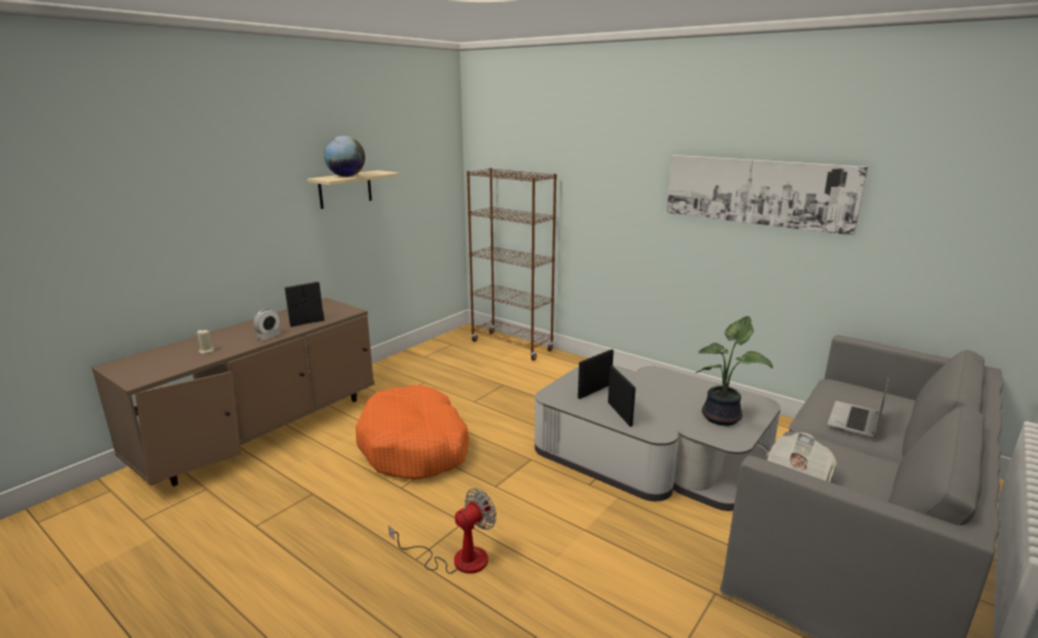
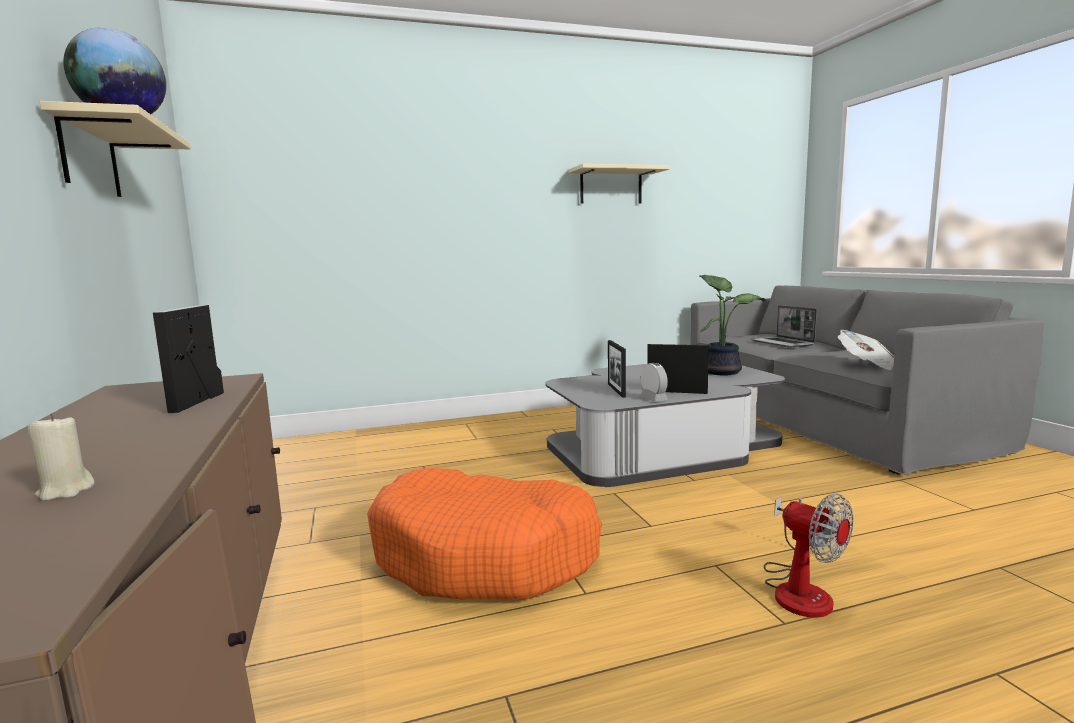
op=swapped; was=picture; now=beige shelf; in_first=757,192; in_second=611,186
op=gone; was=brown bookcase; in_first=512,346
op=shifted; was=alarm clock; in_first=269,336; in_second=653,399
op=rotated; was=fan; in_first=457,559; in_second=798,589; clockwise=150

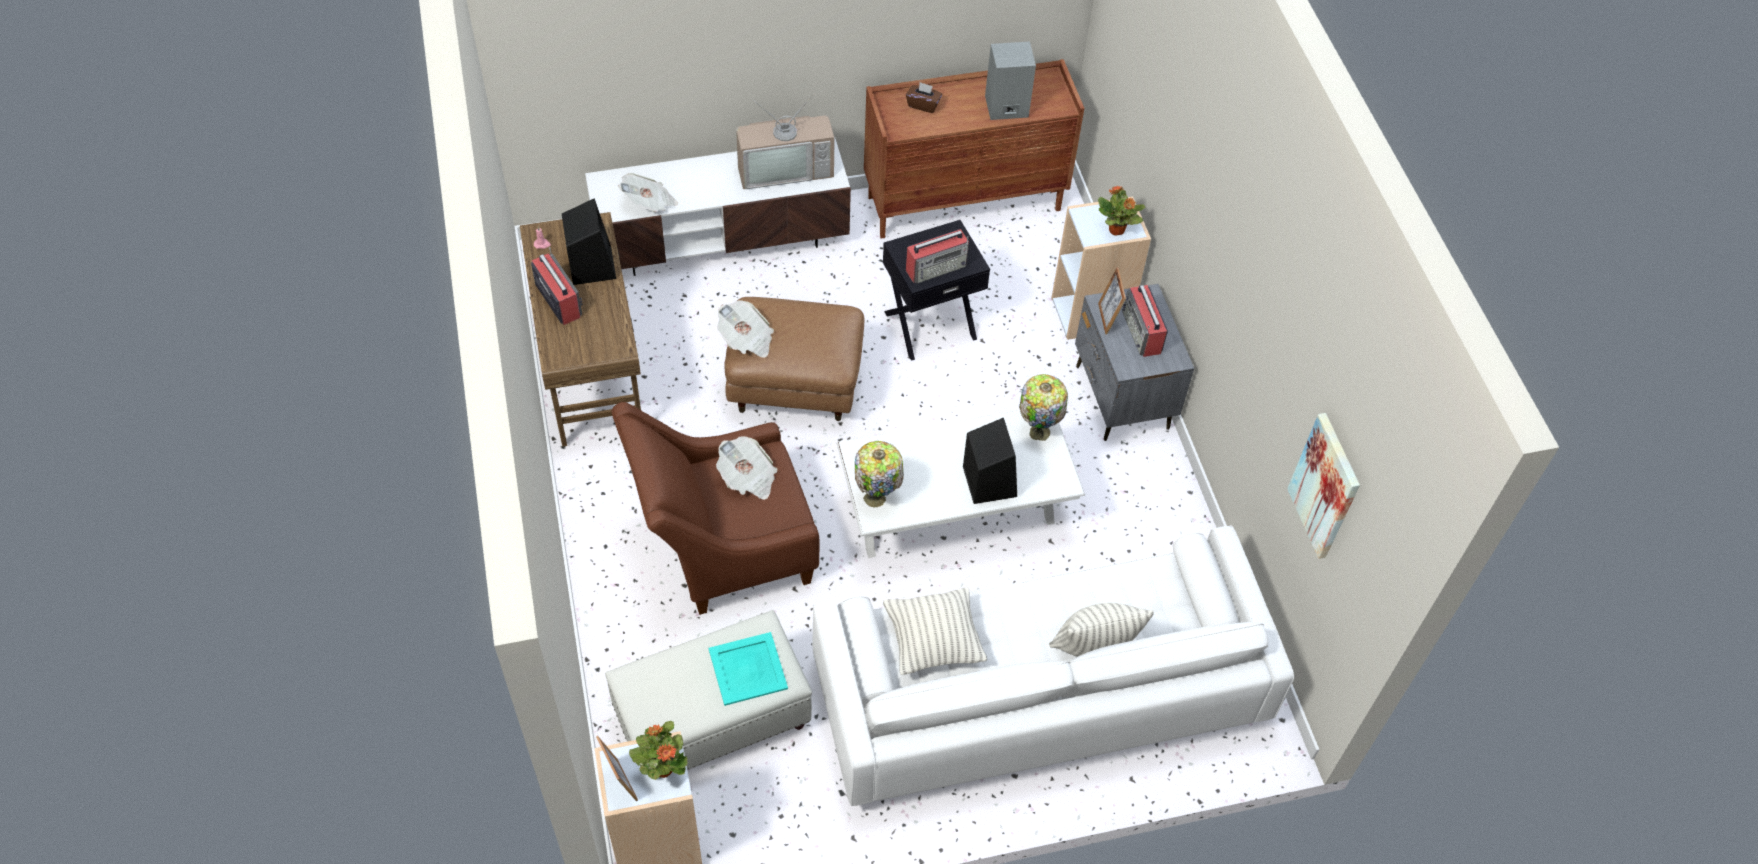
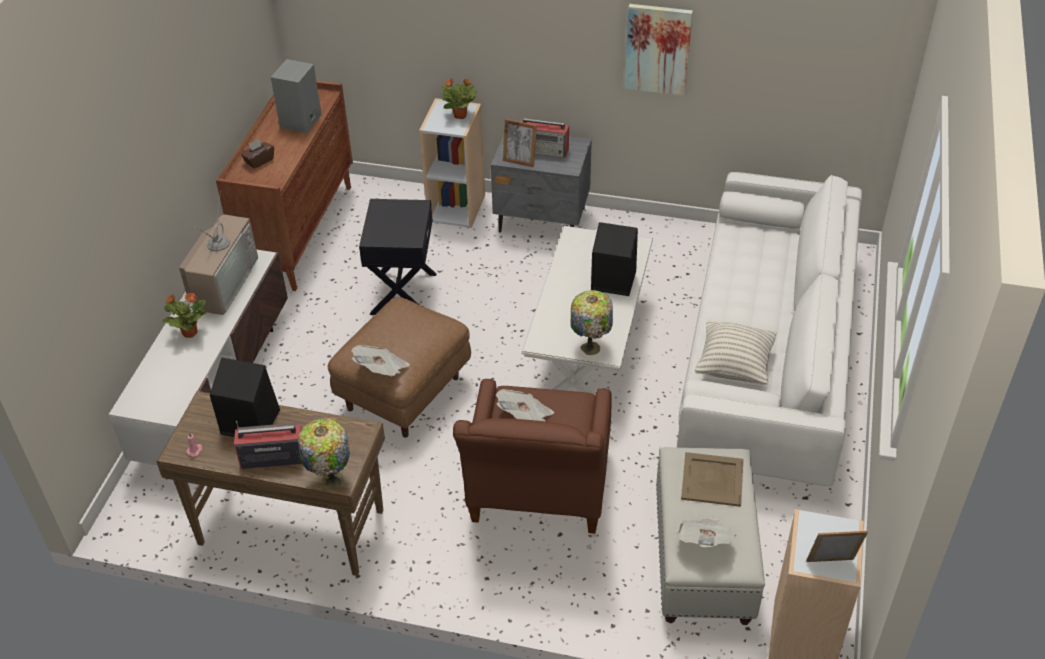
op=shifted; was=newspaper; in_first=649,203; in_second=704,541
op=gone; was=radio; in_first=937,267
op=shifted; was=table lamp; in_first=1038,430; in_second=331,480
op=shifted; was=picture; in_first=1325,486; in_second=658,49
op=gone; was=pillow; in_first=1094,647
op=repainted; was=turquoise tray; now=beige tray; in_first=748,668; in_second=712,479
op=shifted; was=potted plant; in_first=663,768; in_second=189,332

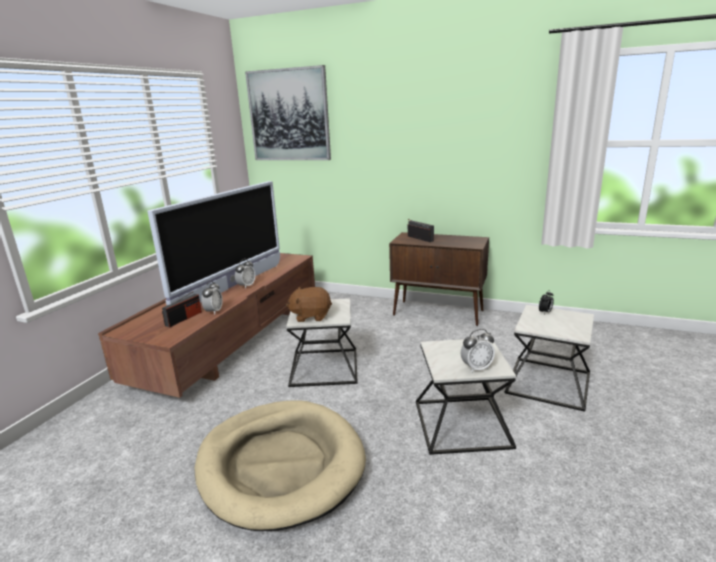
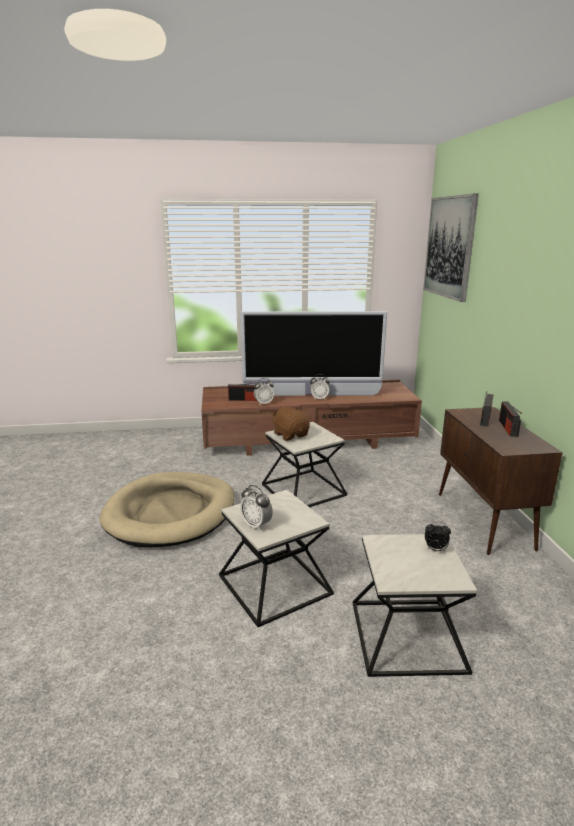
op=new; now=radio; in_second=508,428

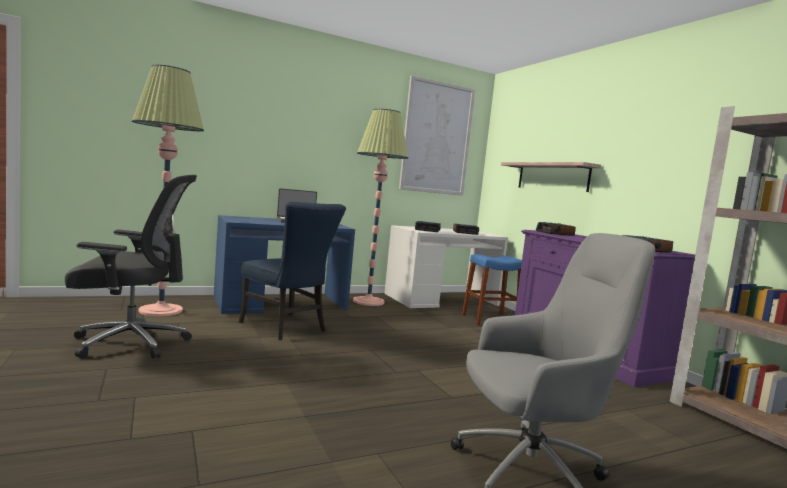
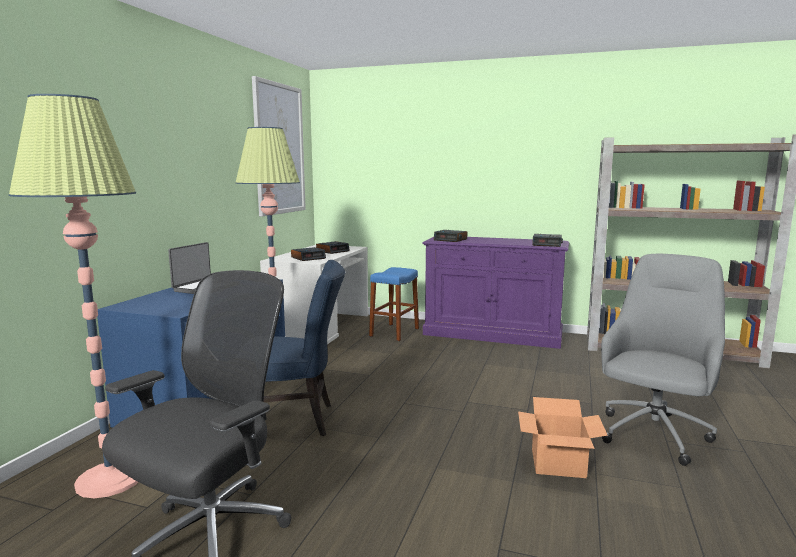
op=gone; was=shelf; in_first=552,177
op=new; now=cardboard box; in_second=559,463

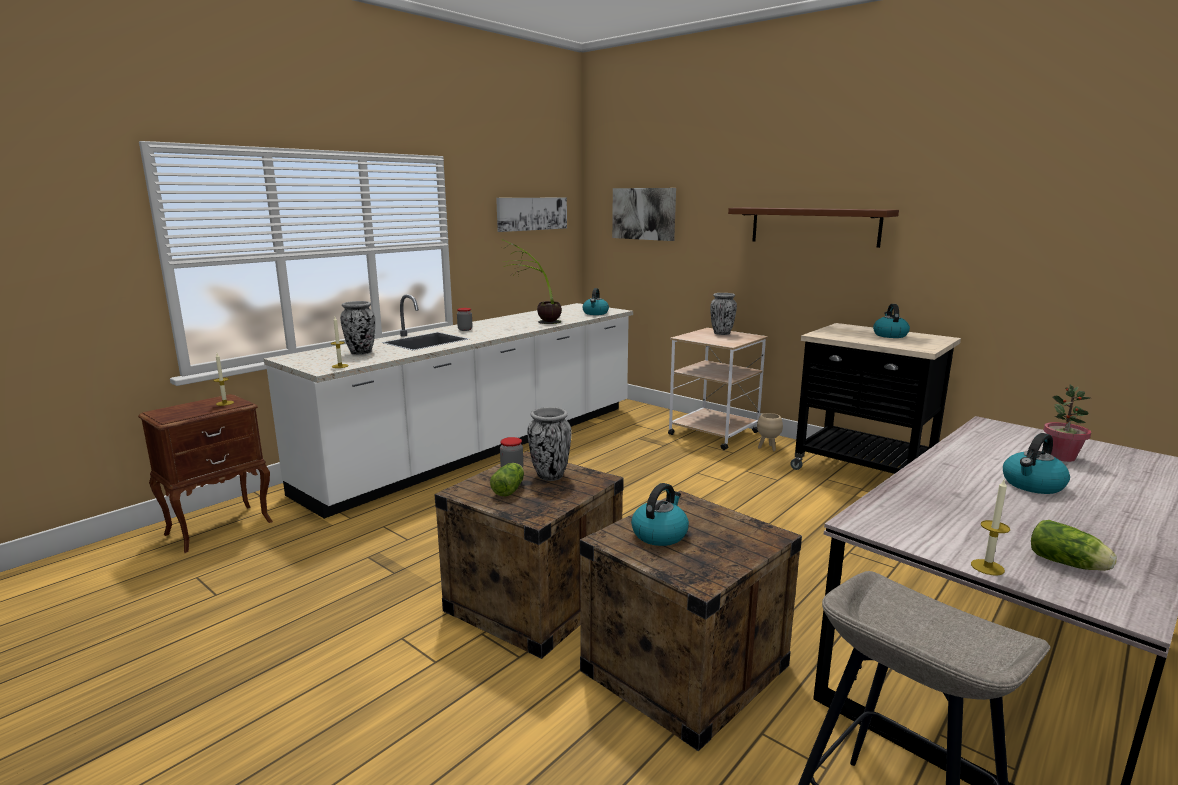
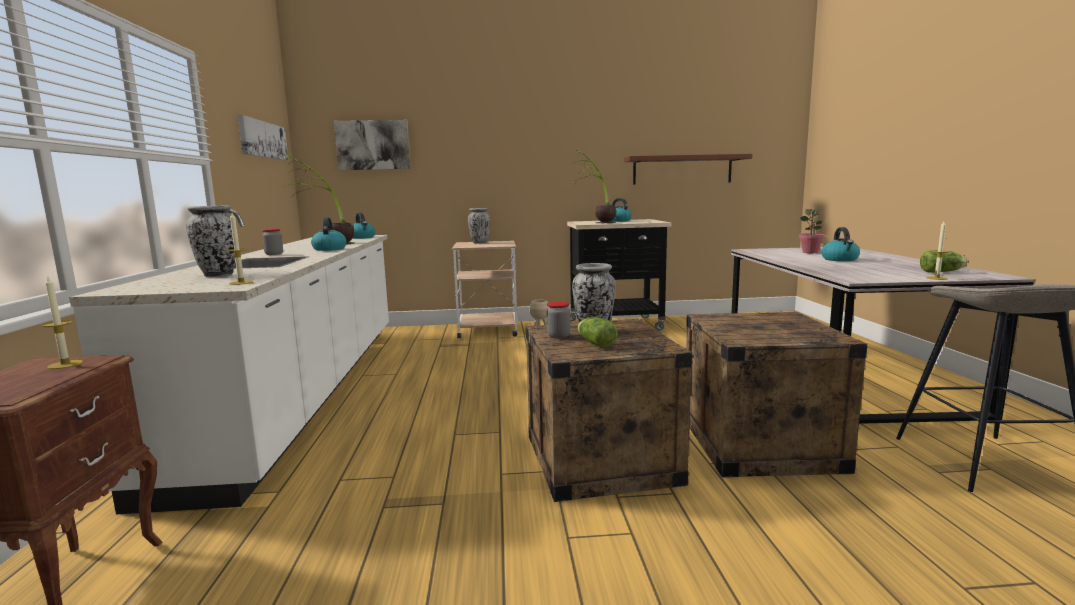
op=shifted; was=brown shelf; in_first=814,226; in_second=682,170
op=shifted; was=kettle; in_first=659,534; in_second=329,249
op=new; now=potted plant; in_second=595,223

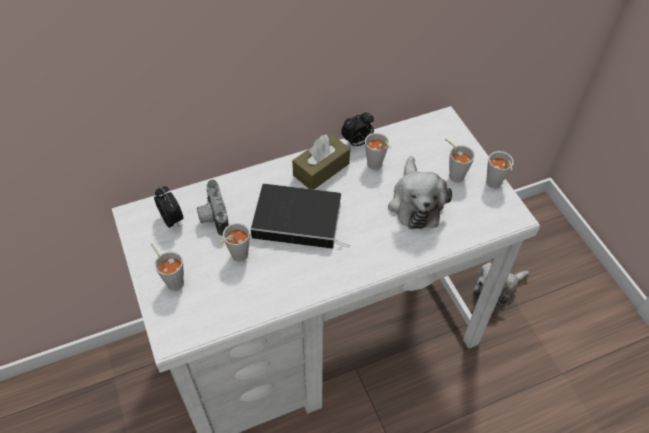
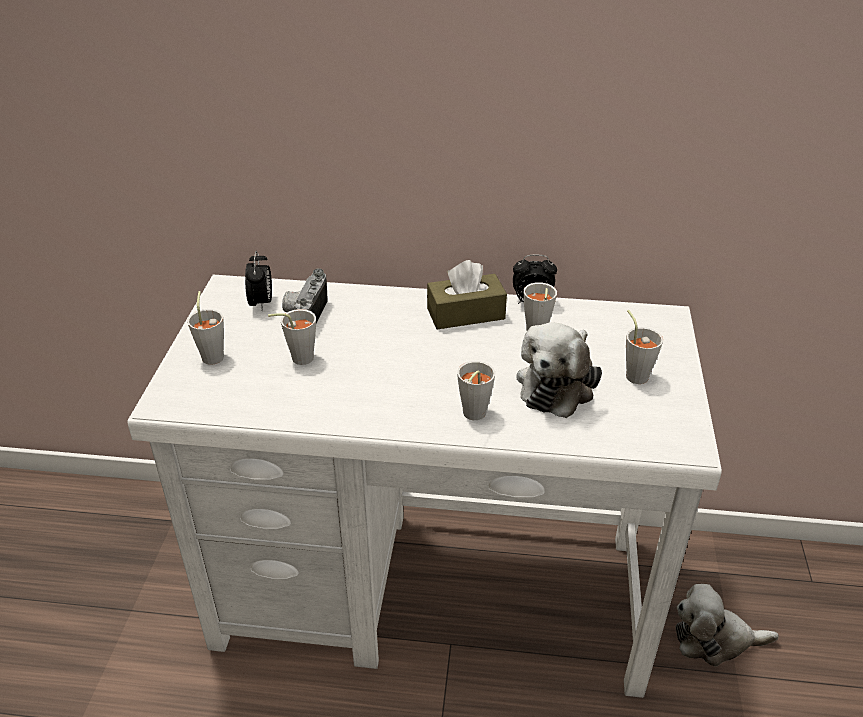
op=shifted; was=grey cup; in_first=494,185; in_second=472,416
op=gone; was=book; in_first=300,219

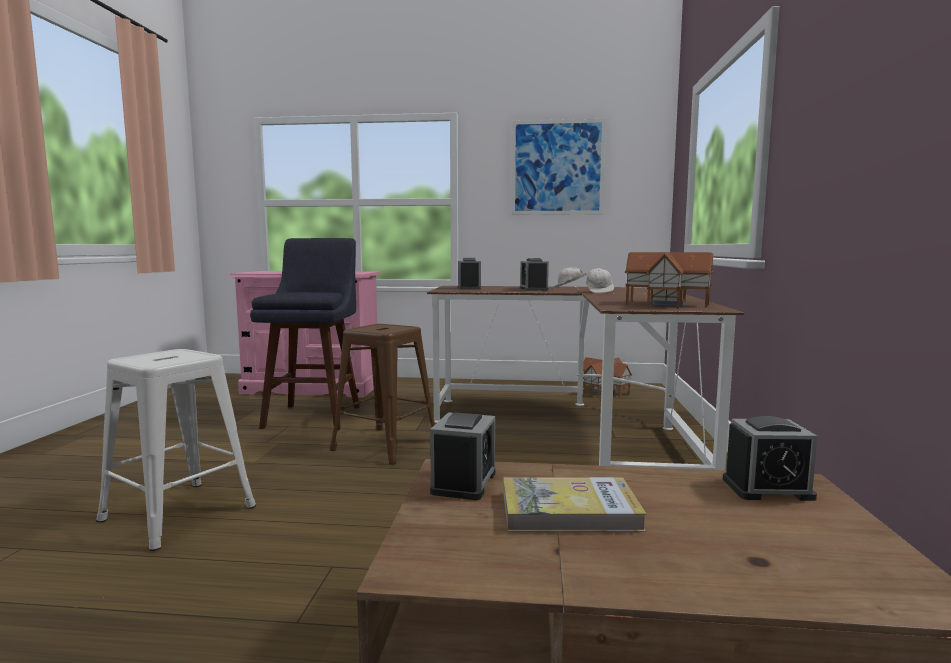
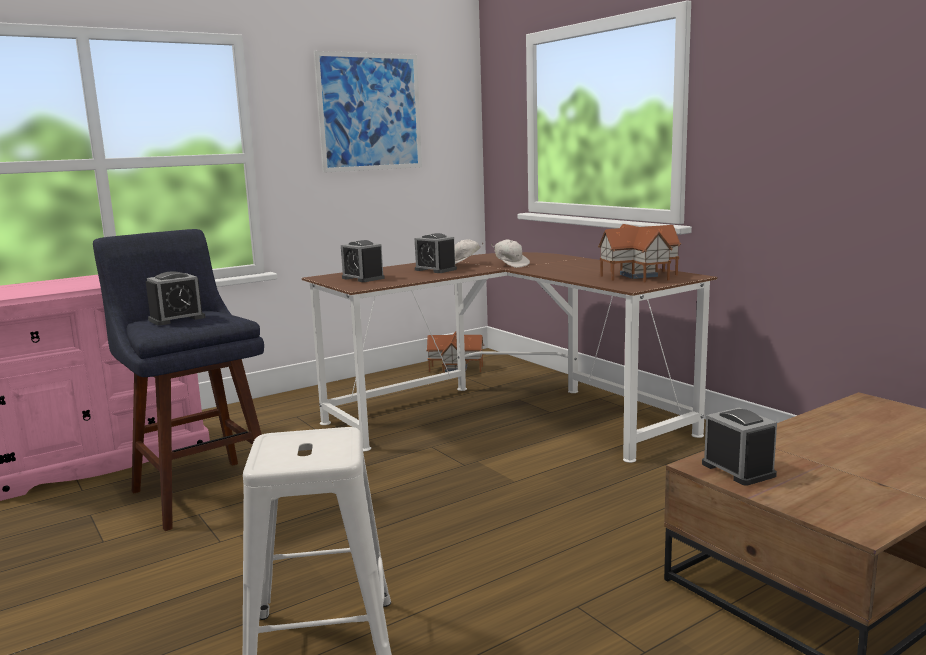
op=gone; was=brown stool; in_first=385,445
op=shifted; was=alarm clock; in_first=767,488; in_second=177,319
op=gone; was=book; in_first=569,510

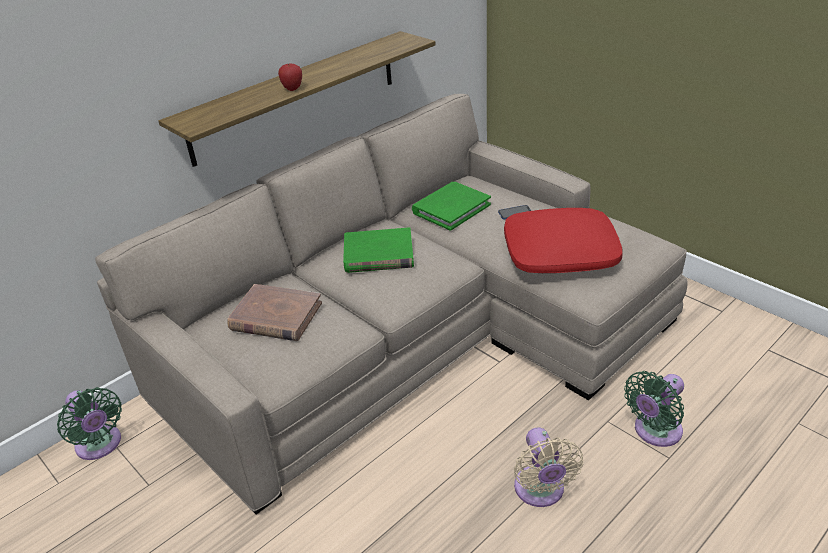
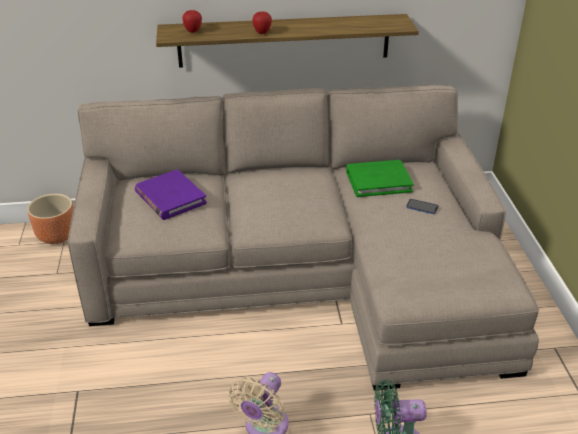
op=gone; was=red pillow; in_first=560,252
op=gone; was=green book; in_first=378,254
op=repainted; was=brown book; now=purple book; in_first=275,316; in_second=170,198
op=swapped; was=green fan; now=brown planter; in_first=100,445; in_second=57,235
op=new; now=apple; in_second=193,31

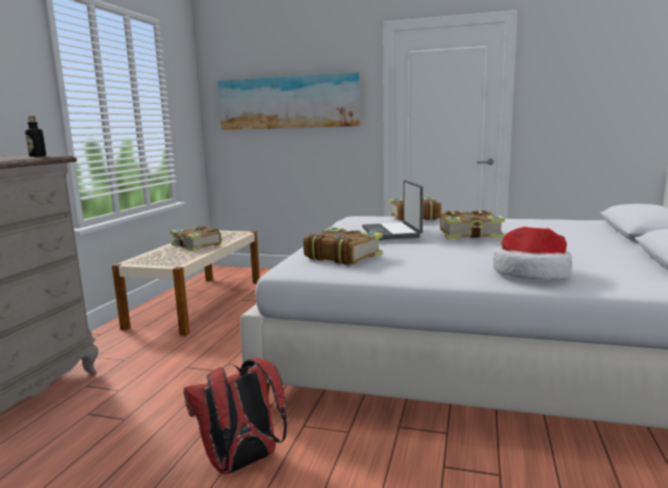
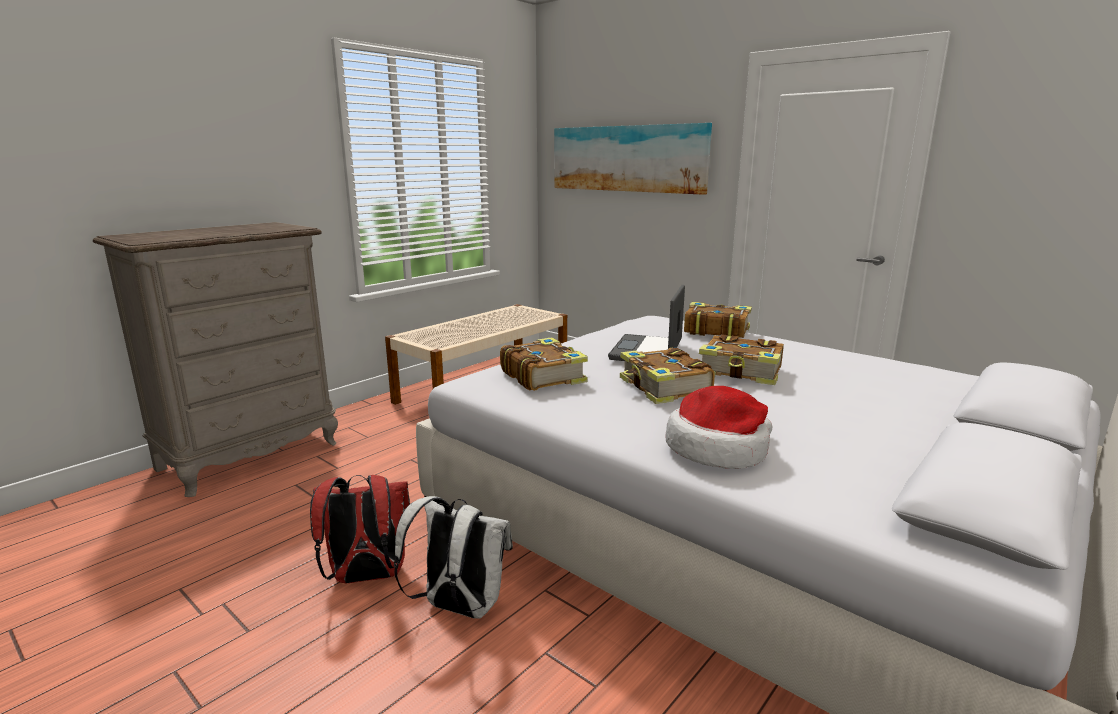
op=gone; was=bottle; in_first=37,156
op=shifted; was=book; in_first=196,245; in_second=664,388
op=new; now=white backpack; in_second=459,607

